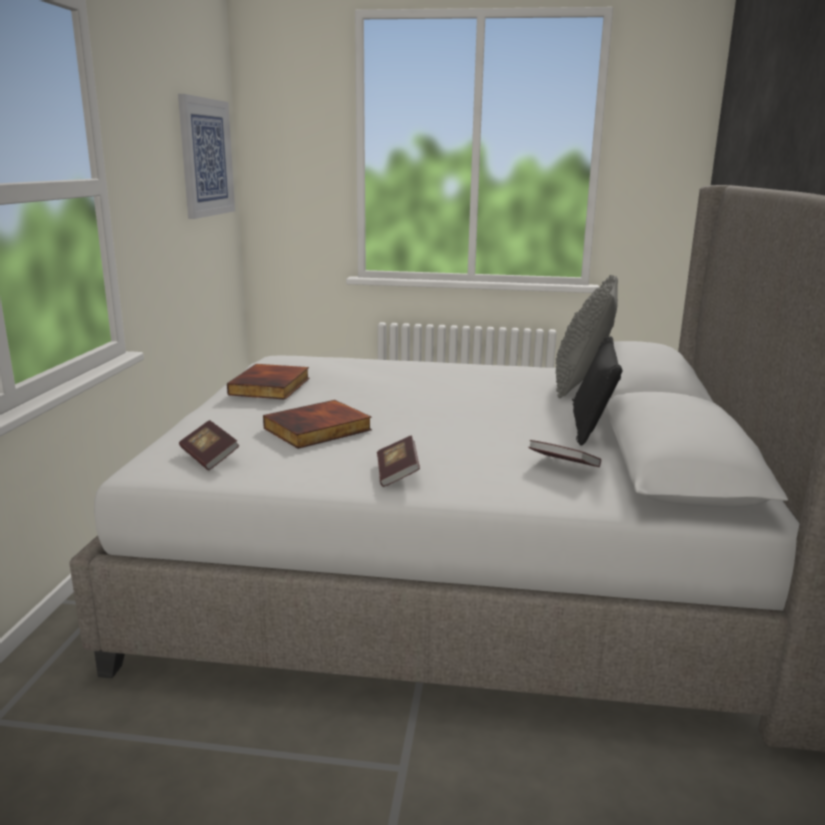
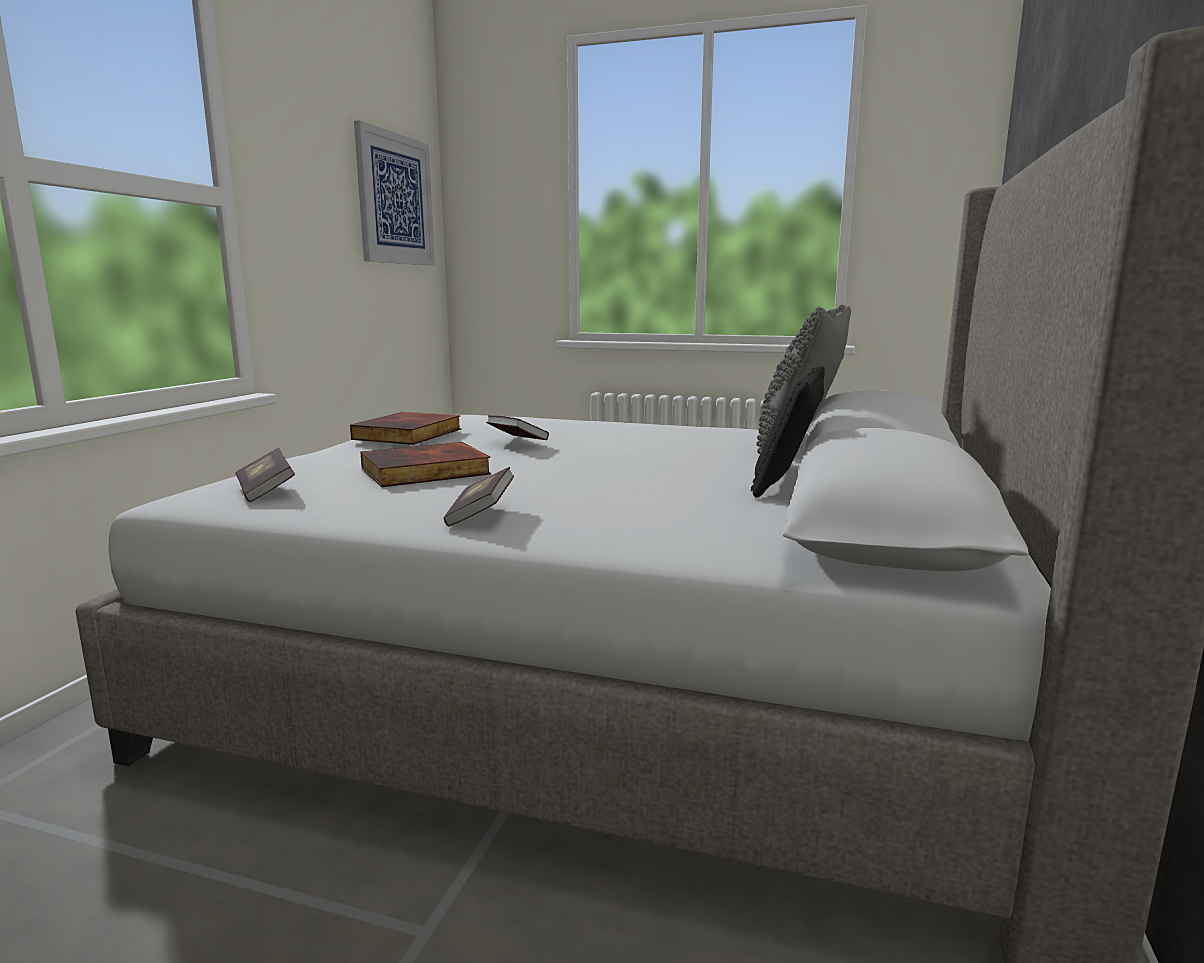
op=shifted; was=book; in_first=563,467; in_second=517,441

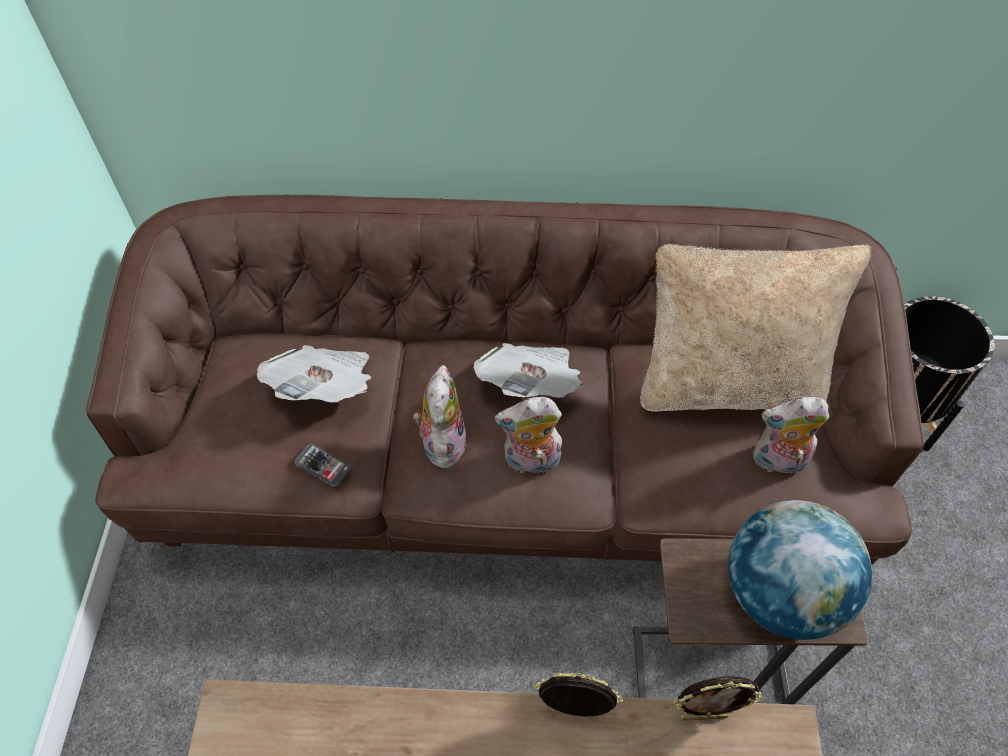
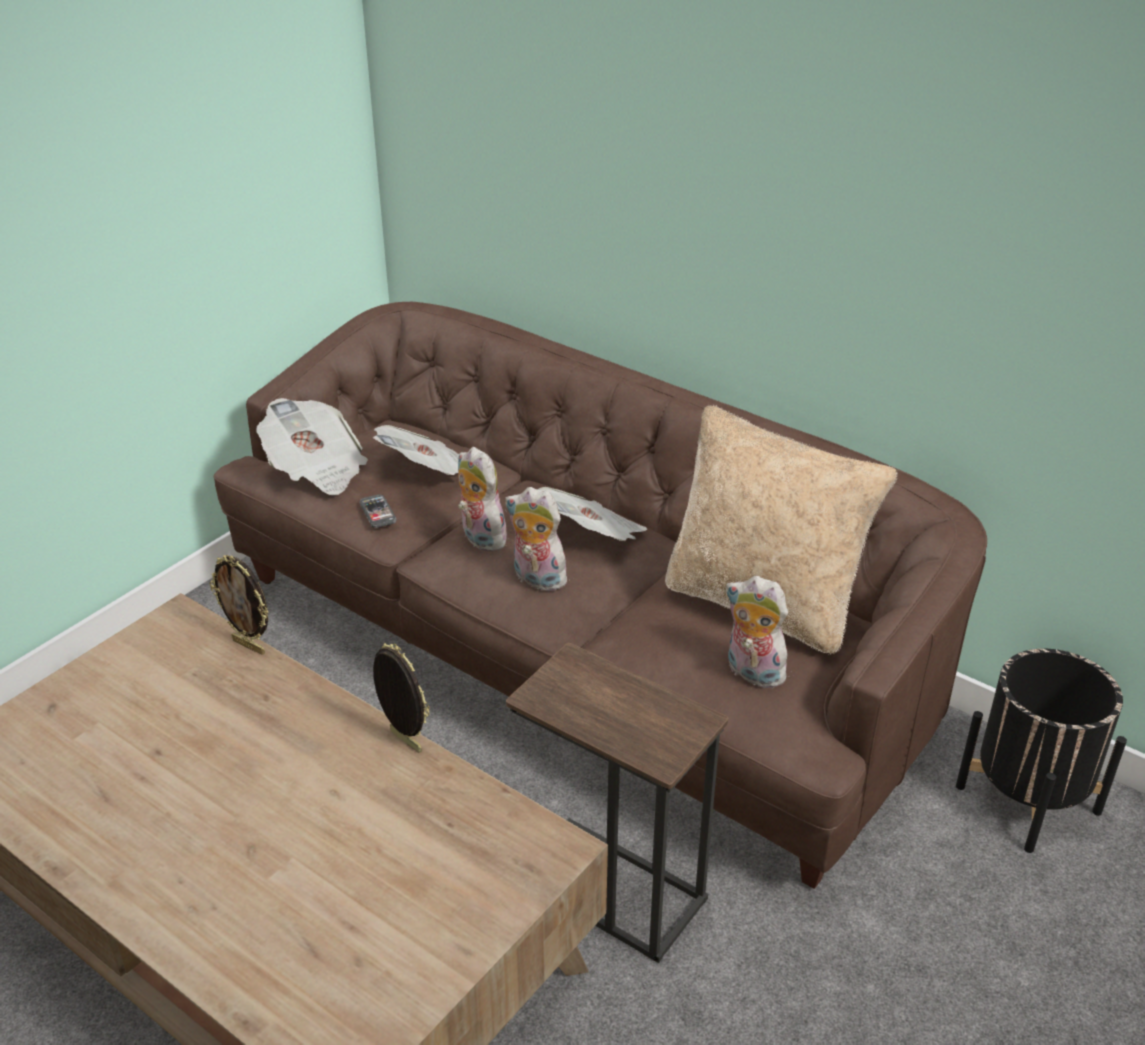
op=rotated; was=plush toy; in_first=442,442; in_second=480,538; clockwise=-75
op=gone; was=globe; in_first=781,593
op=shifted; was=picture frame; in_first=703,715; in_second=250,646
op=new; now=newspaper; in_second=316,469

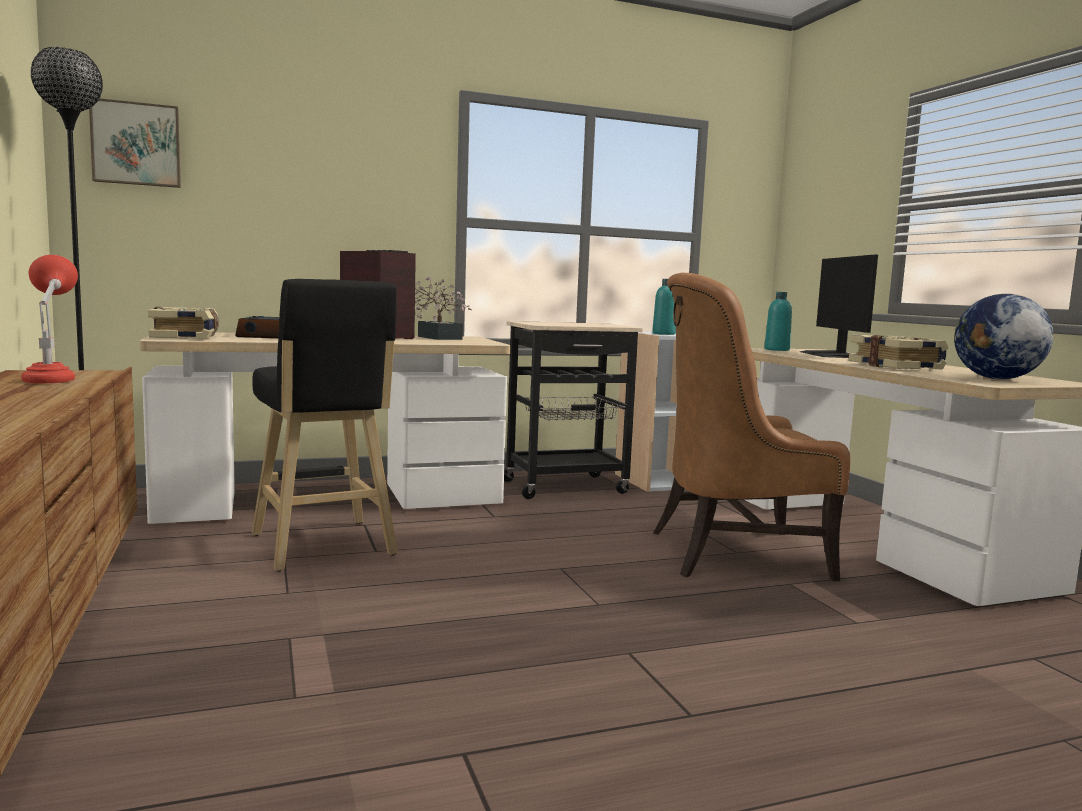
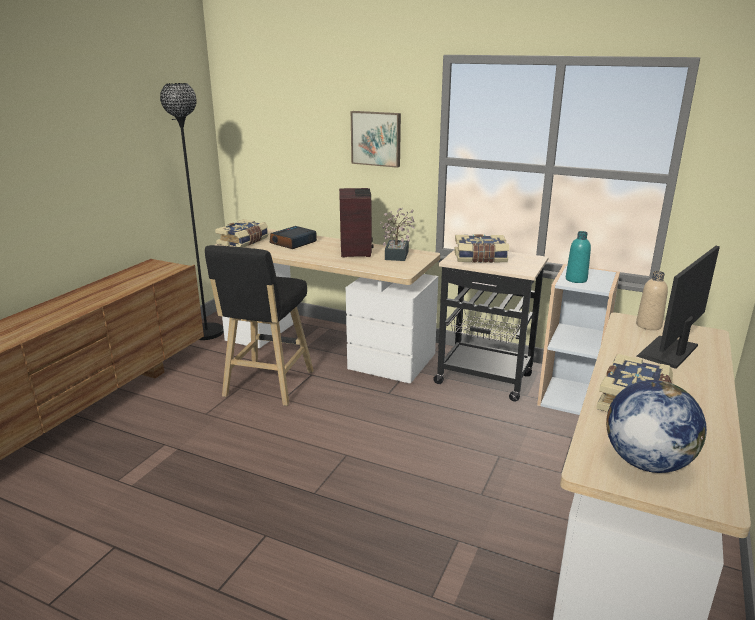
op=shifted; was=picture; in_first=136,144; in_second=376,138
op=gone; was=red table lamp; in_first=52,379
op=gone; was=brown chair; in_first=734,553
op=repainted; was=turquoise bottle; now=beige bottle; in_first=776,349; in_second=648,325
op=new; now=book; in_second=480,258

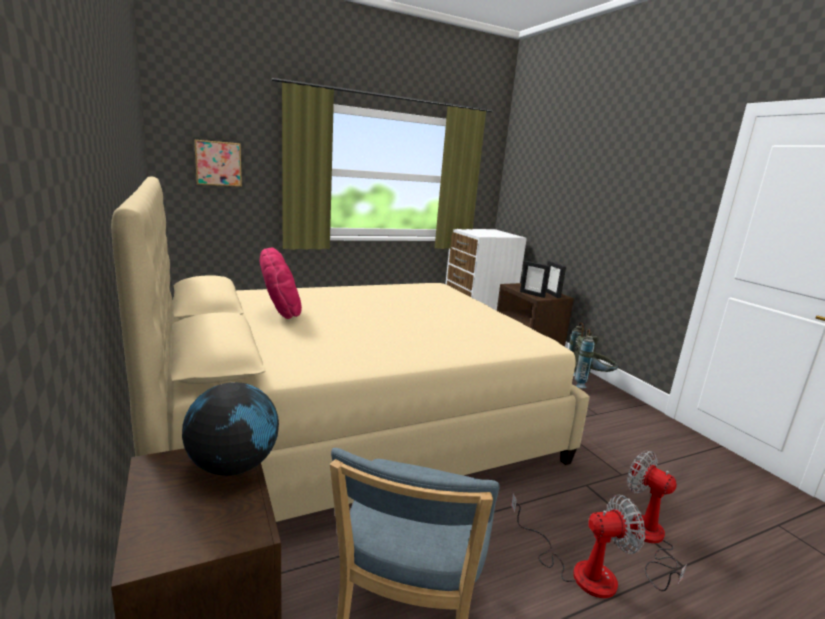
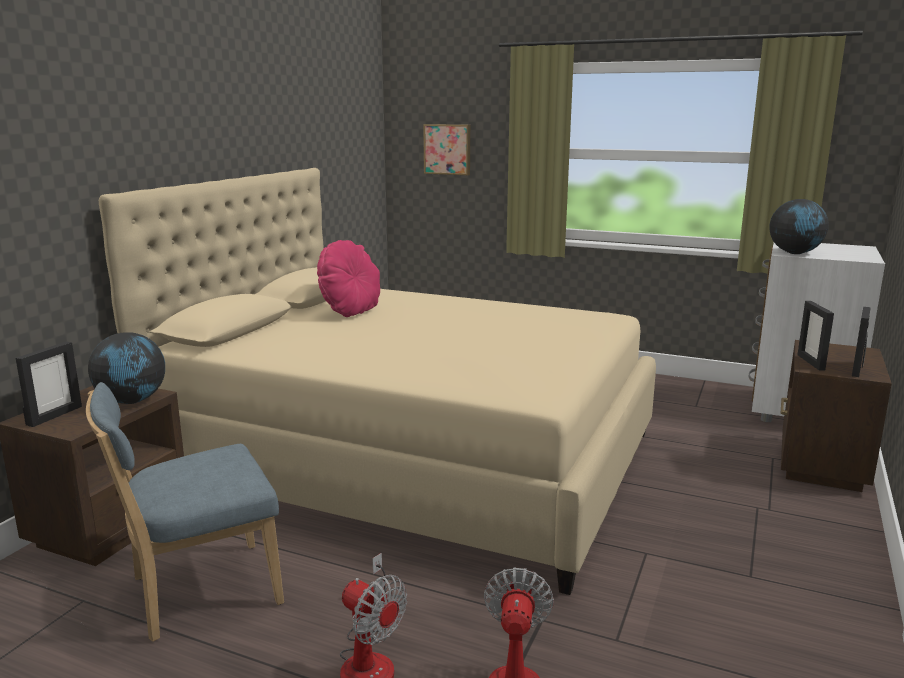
op=gone; was=grey backpack; in_first=588,383
op=new; now=globe; in_second=795,253
op=new; now=picture frame; in_second=54,415

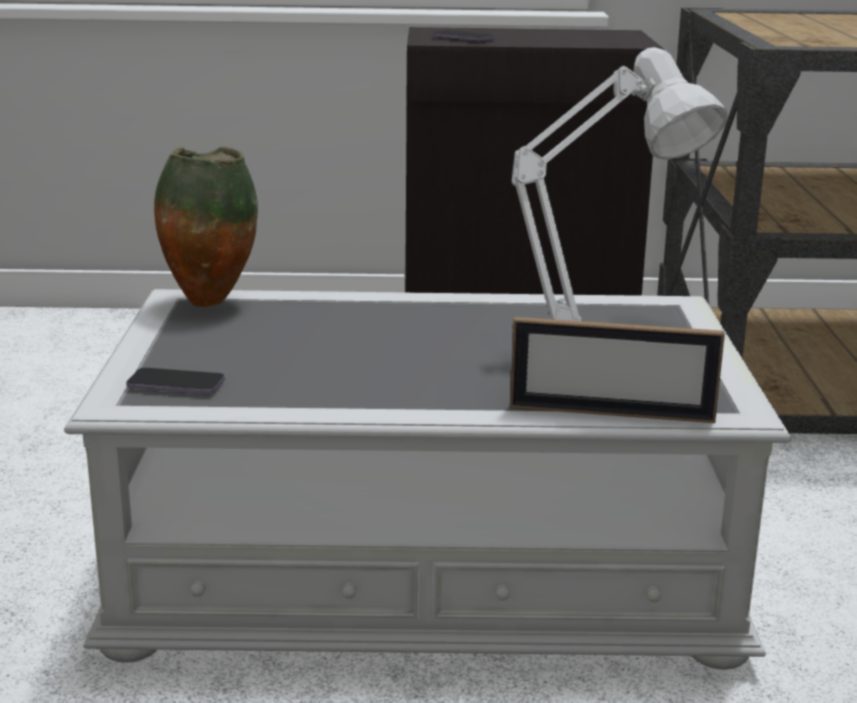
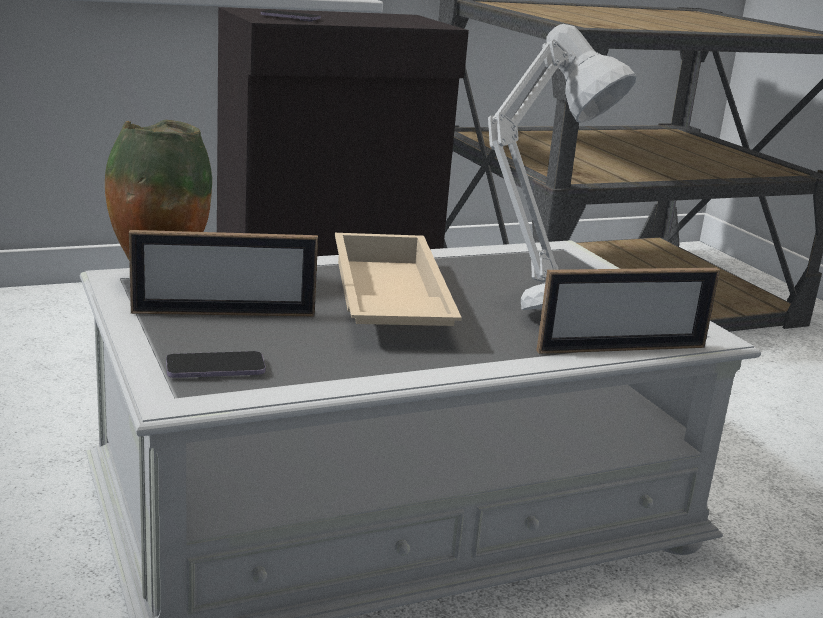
op=new; now=picture frame; in_second=224,313
op=new; now=beige tray; in_second=385,300

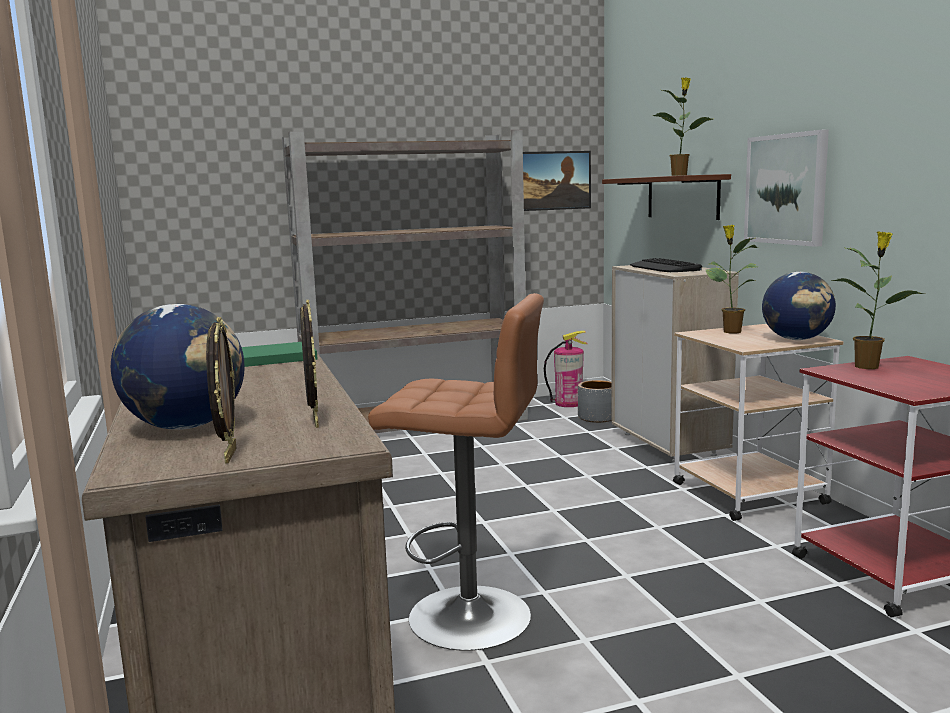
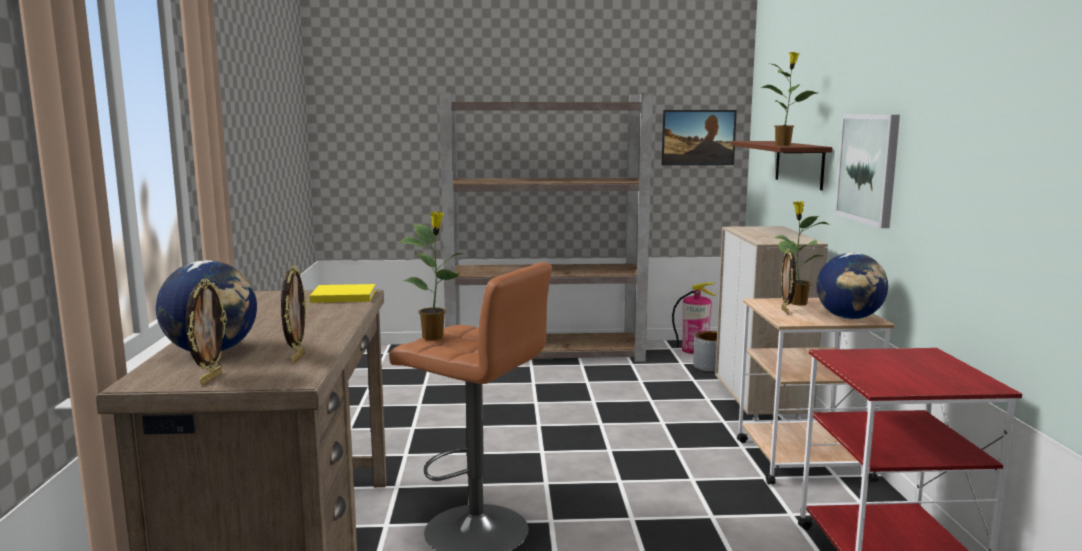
op=shifted; was=potted plant; in_first=868,366; in_second=434,337
op=gone; was=keyboard; in_first=664,268
op=repainted; was=green book; now=yellow book; in_first=274,357; in_second=341,296
op=new; now=picture frame; in_second=786,311

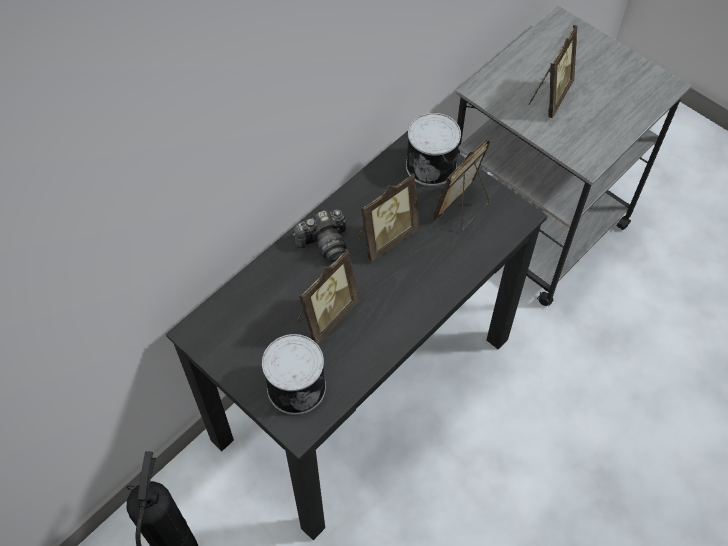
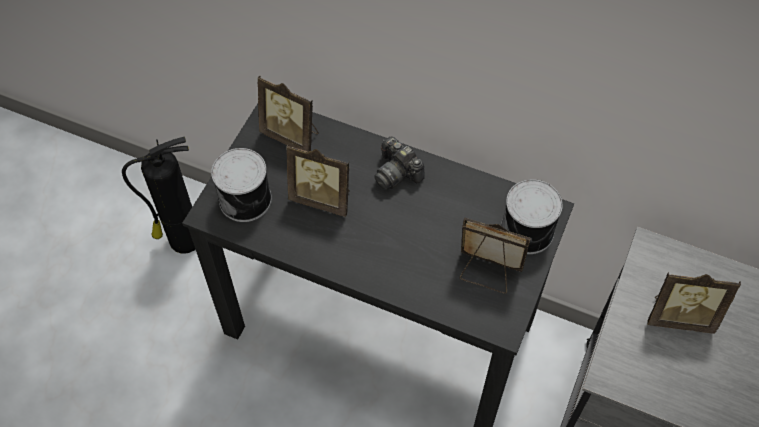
op=shifted; was=picture frame; in_first=385,237; in_second=292,135

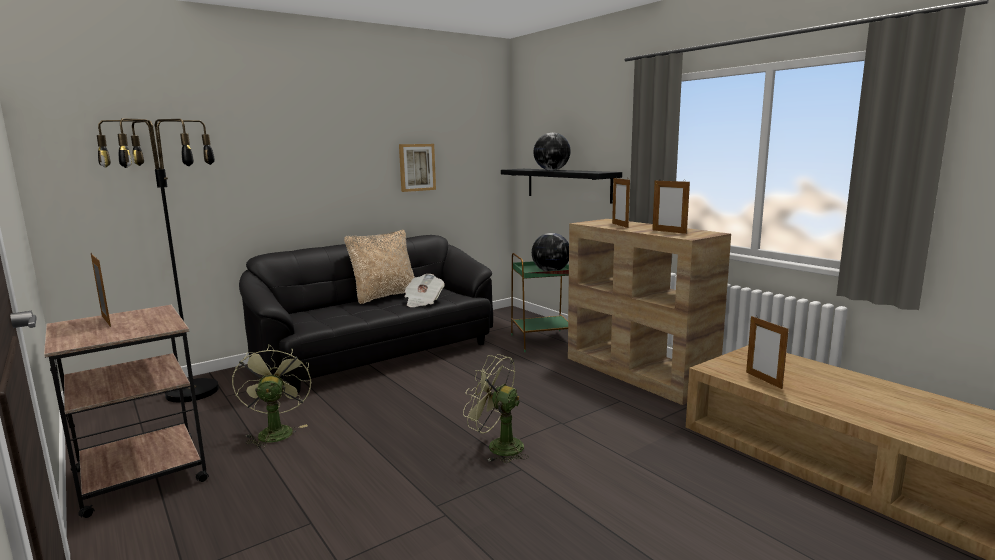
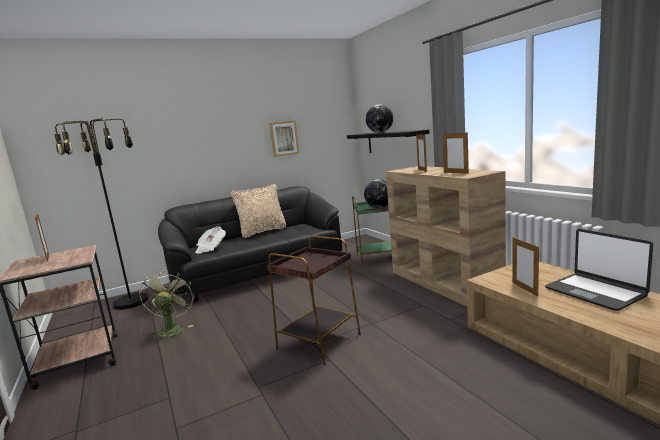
op=shifted; was=newspaper; in_first=423,302; in_second=210,248
op=swapped; was=green fan; now=brown side table; in_first=497,446; in_second=318,341
op=new; now=laptop; in_second=595,292

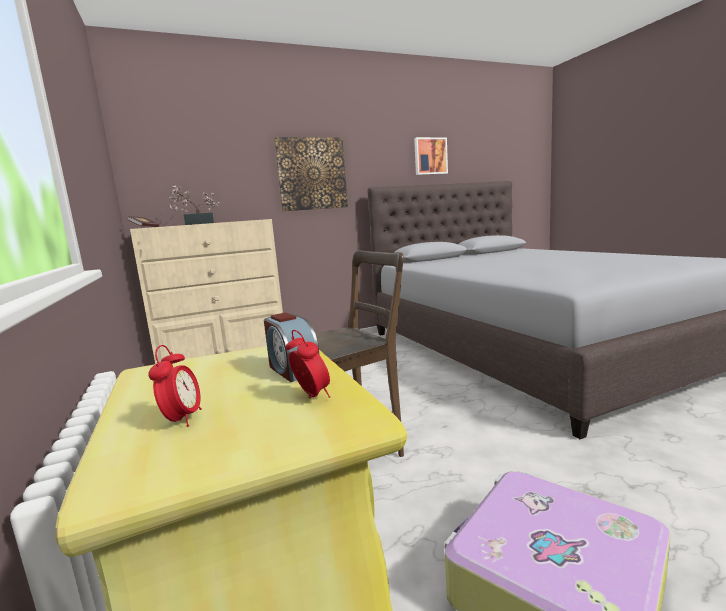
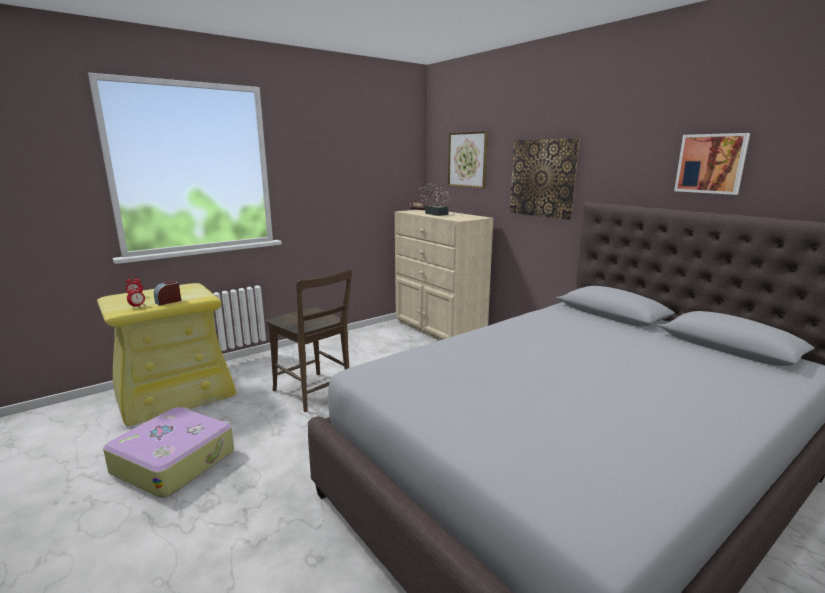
op=new; now=picture; in_second=467,159

